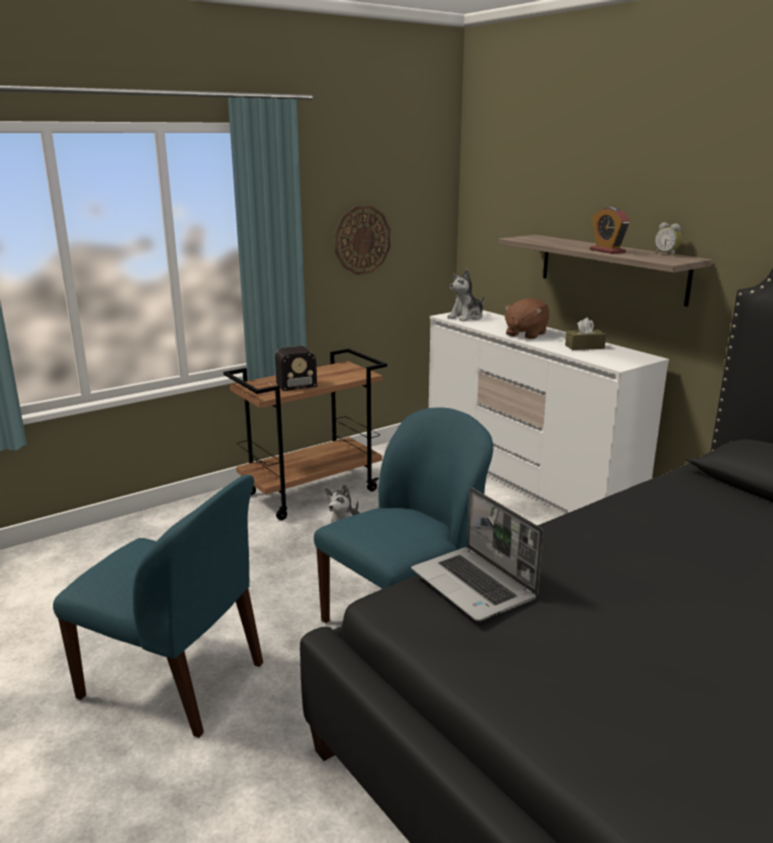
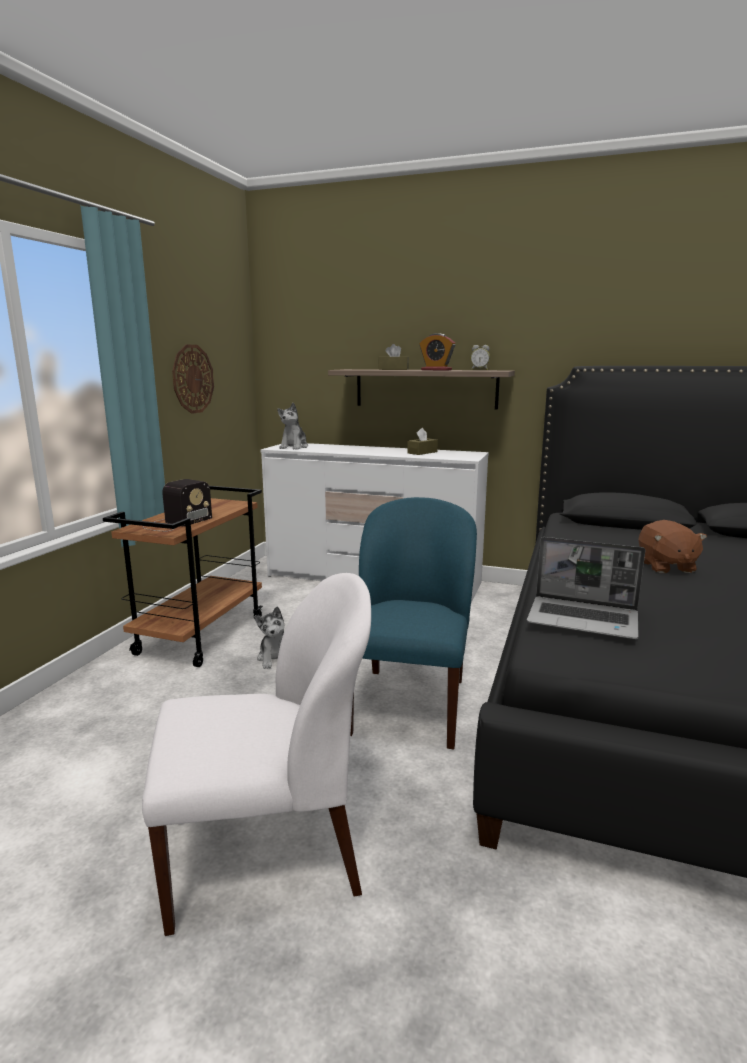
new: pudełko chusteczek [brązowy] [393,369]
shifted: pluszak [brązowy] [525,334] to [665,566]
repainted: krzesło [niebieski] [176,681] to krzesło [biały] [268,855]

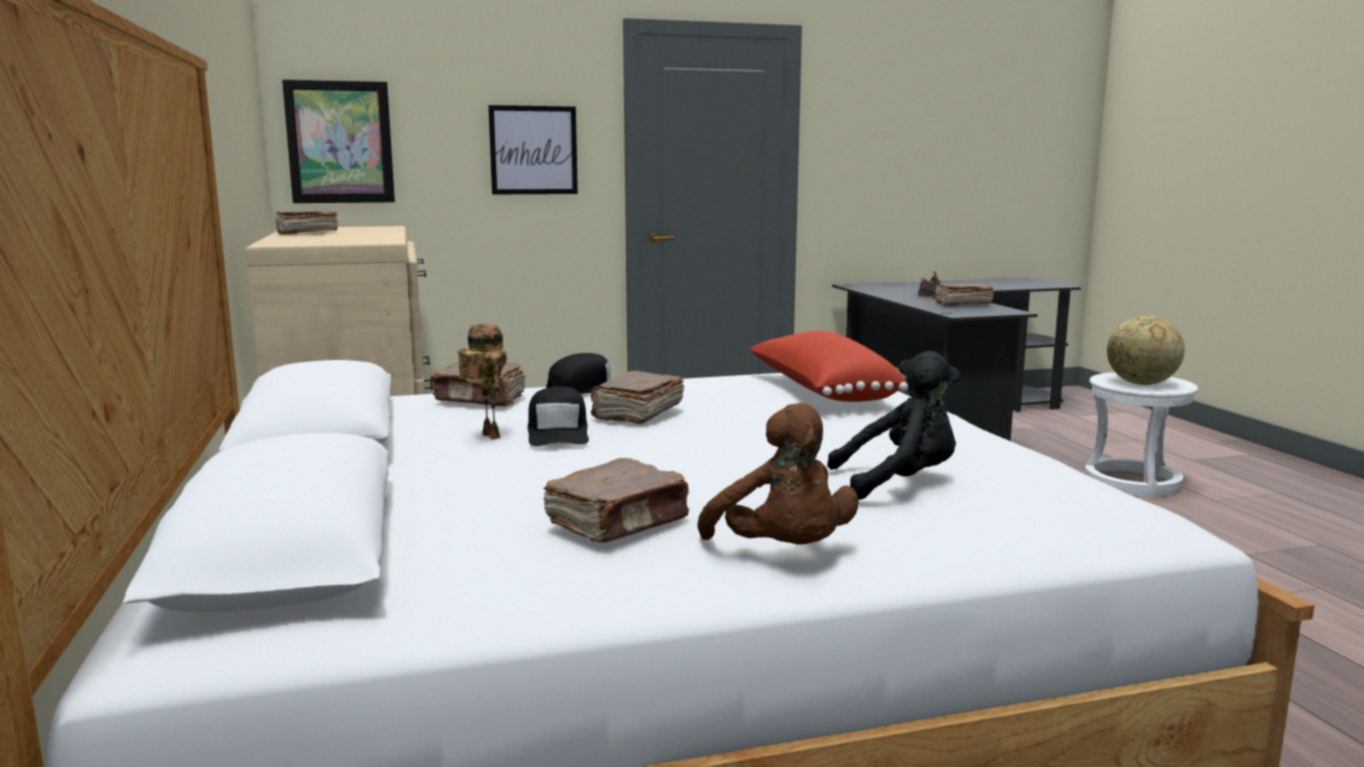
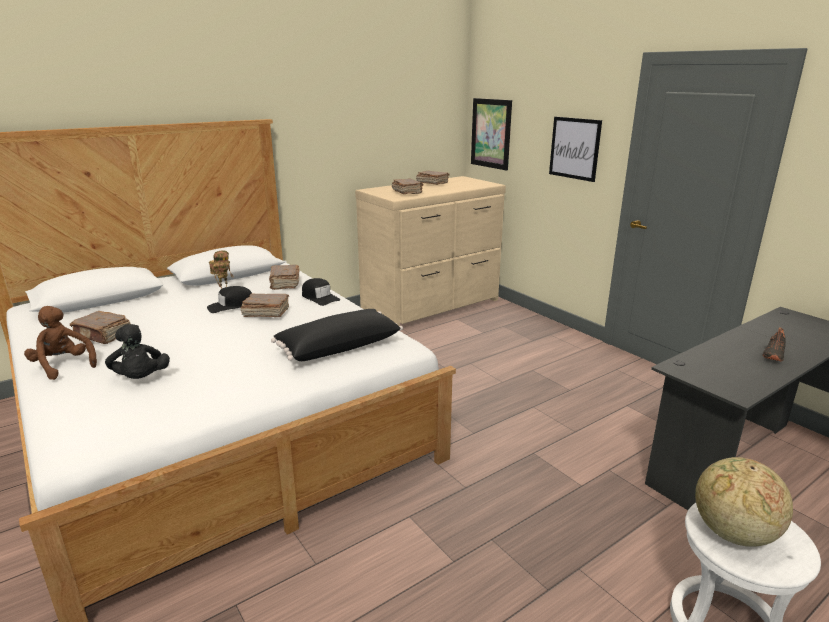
shifted: książka [brązowy] [962,304] to [407,192]
repainted: poduszka [czerwony] [821,392] to poduszka [czarny] [338,347]
rotated: pluszak [brązowy] [782,552] = [63,366] 90 degrees clockwise

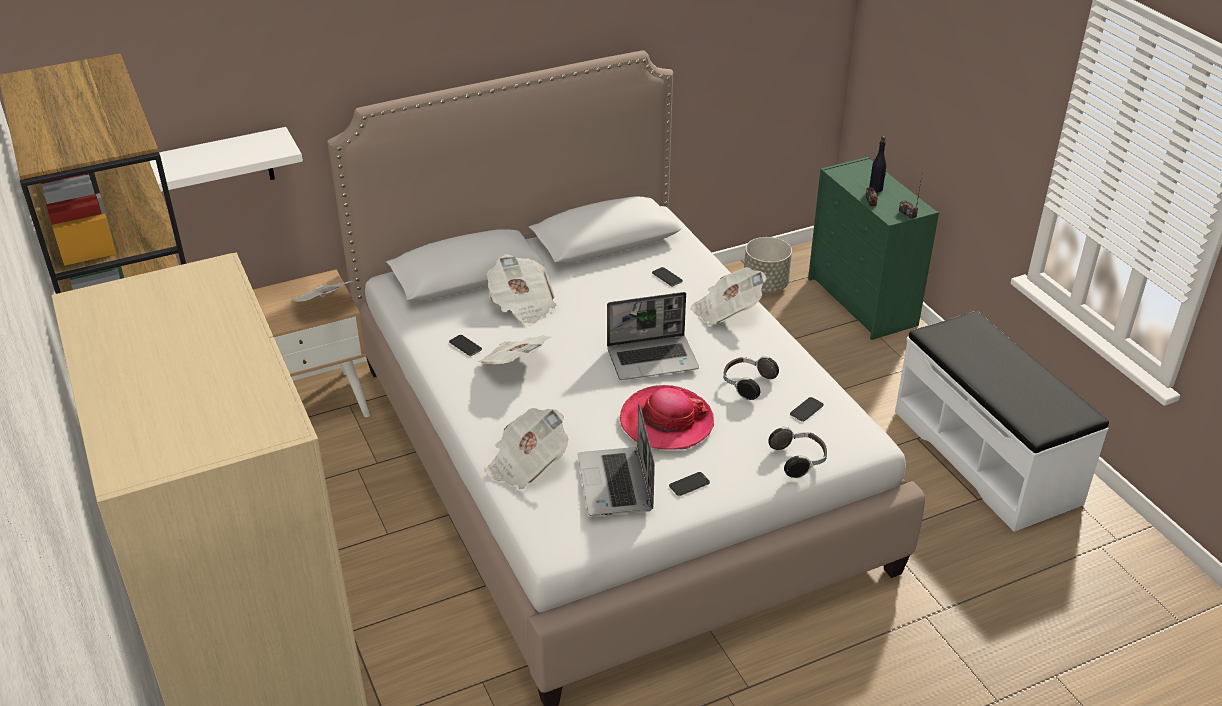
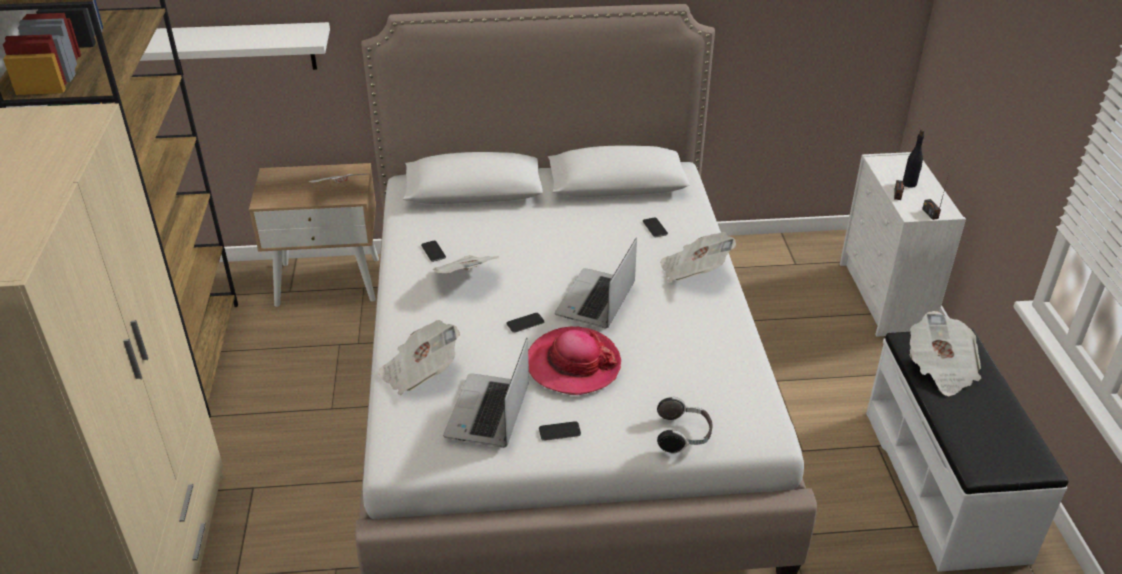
gone: donica [szary] [765,285]; słuchawki [747,384]
shifted: gazeta [522,305] to [940,369]; telefon [806,410] to [525,323]
repainted: komoda [zielony] [863,302] to komoda [biały] [885,298]
rotated: laptop [653,358] = [596,301] 105 degrees clockwise

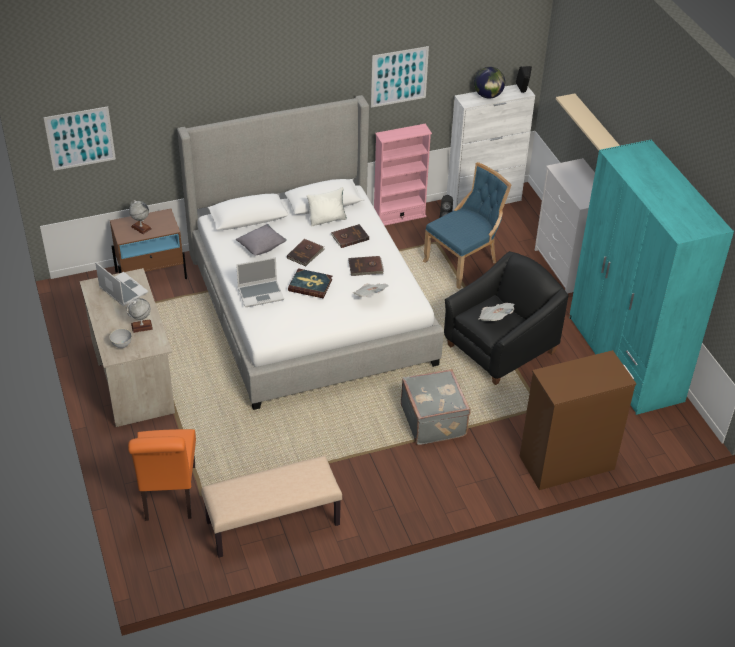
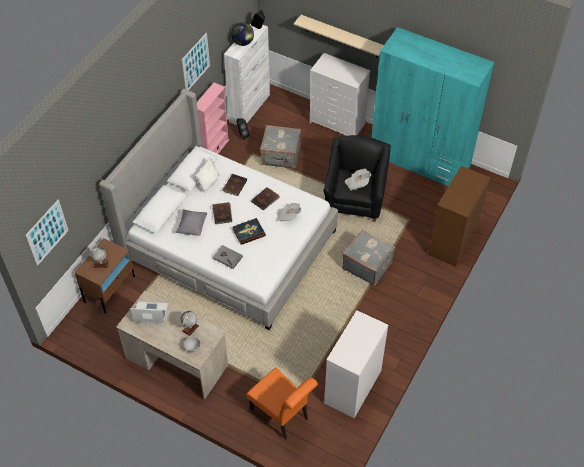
swapped: krzesło [niebieski] [464,262] to walizka [szary] [281,156]; laptop [261,293] to książka [szary] [228,257]; ławka [beżowy] [273,524] to komoda [biały] [352,387]

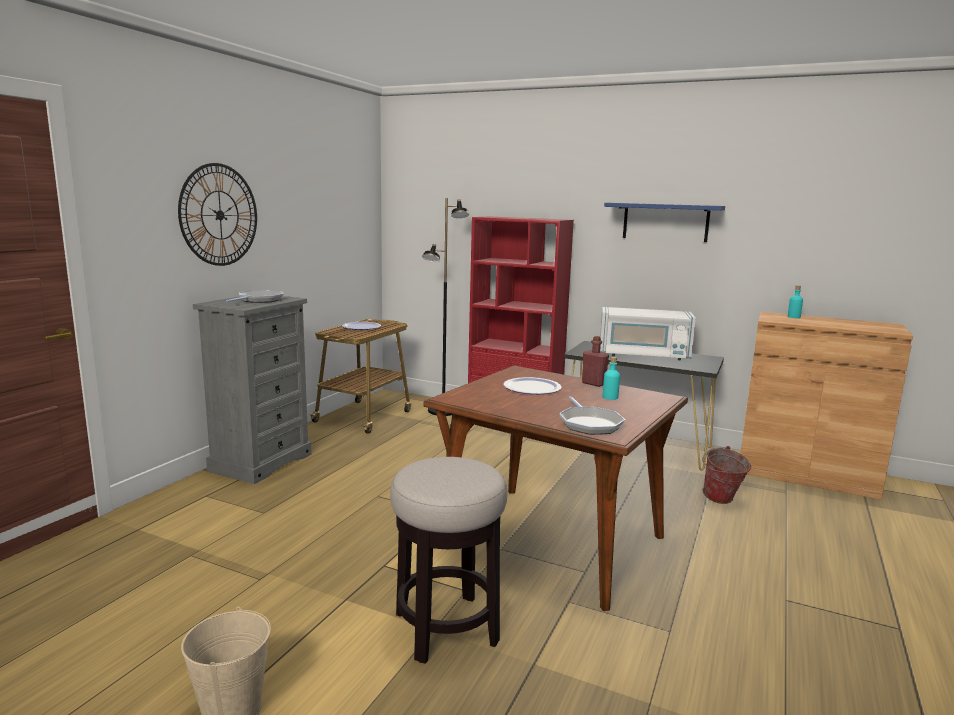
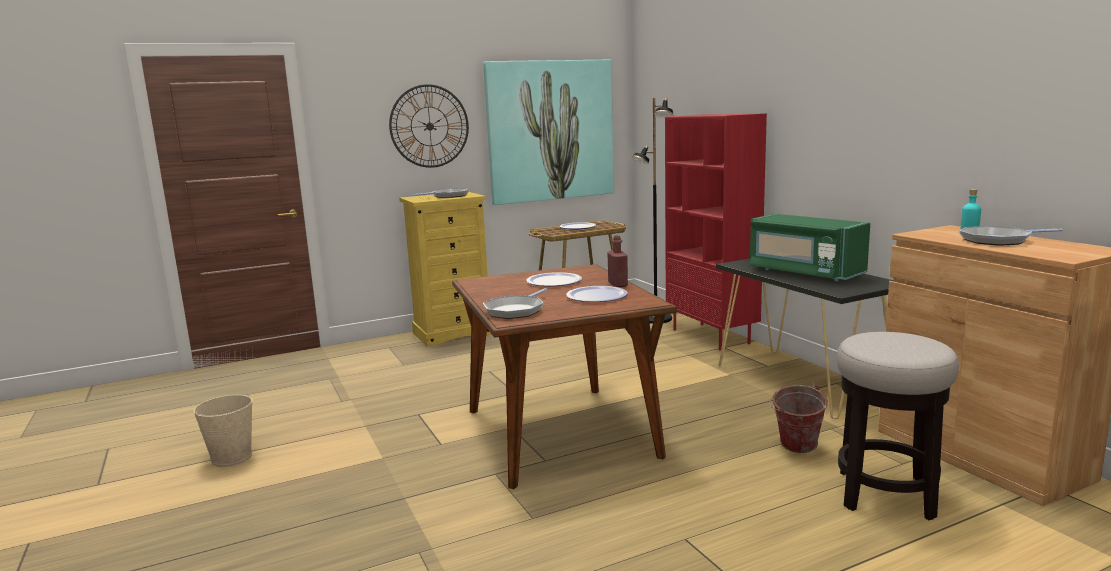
gone: półka [niebieski] [665,222]
new: obraz [550,131]; patelnia [998,240]
shifted: stołek [446,628] to [885,494]
swapped: butelka [turkusowy] [610,397] to talerz [597,296]
repainted: komoda [szary] [261,462] to komoda [żółty] [453,333]; mikrofalówka [biały] [643,355] to mikrofalówka [zielony] [804,273]

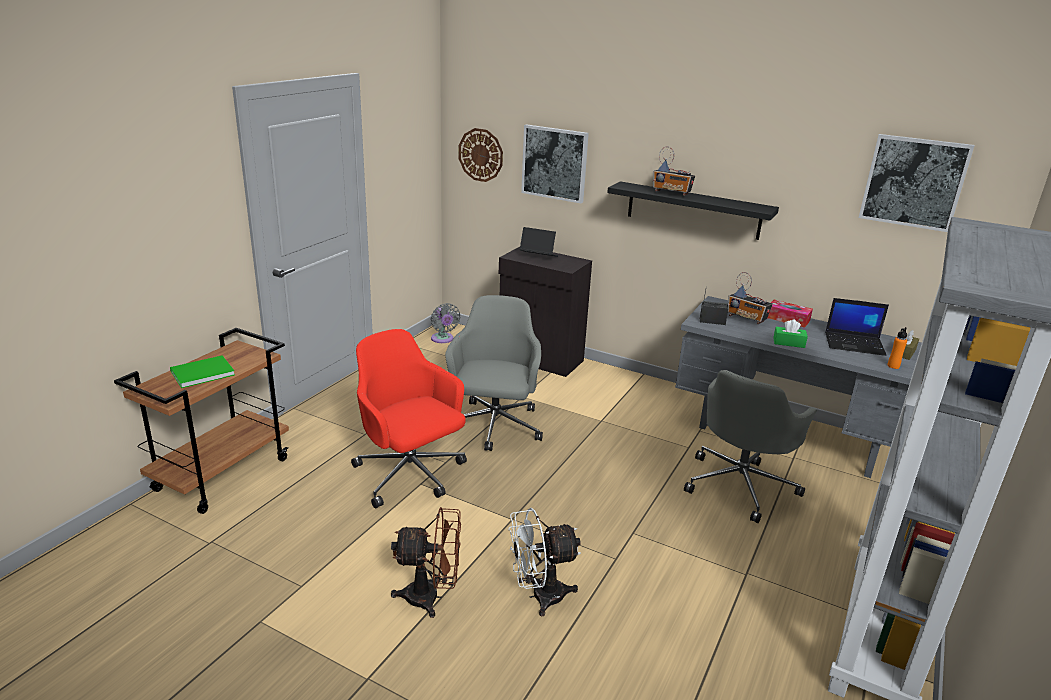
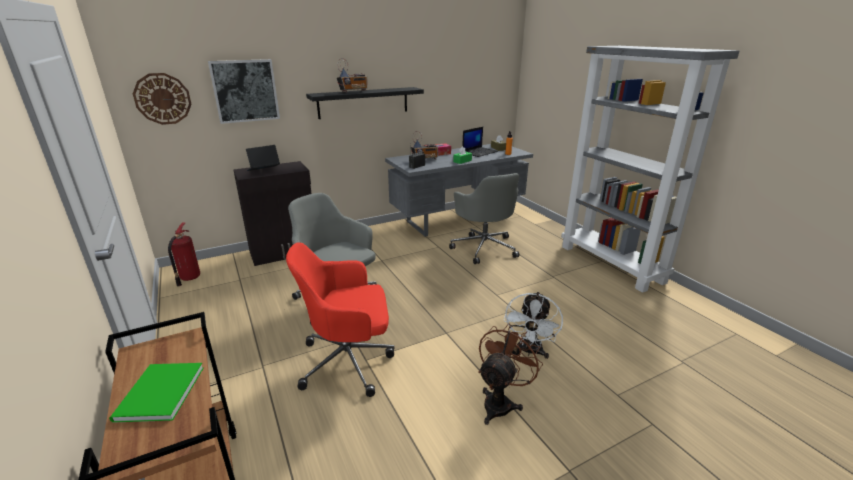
gone: obraz [914,182]
swapped: wentylator [szary] [443,339] to gaśnica [189,278]

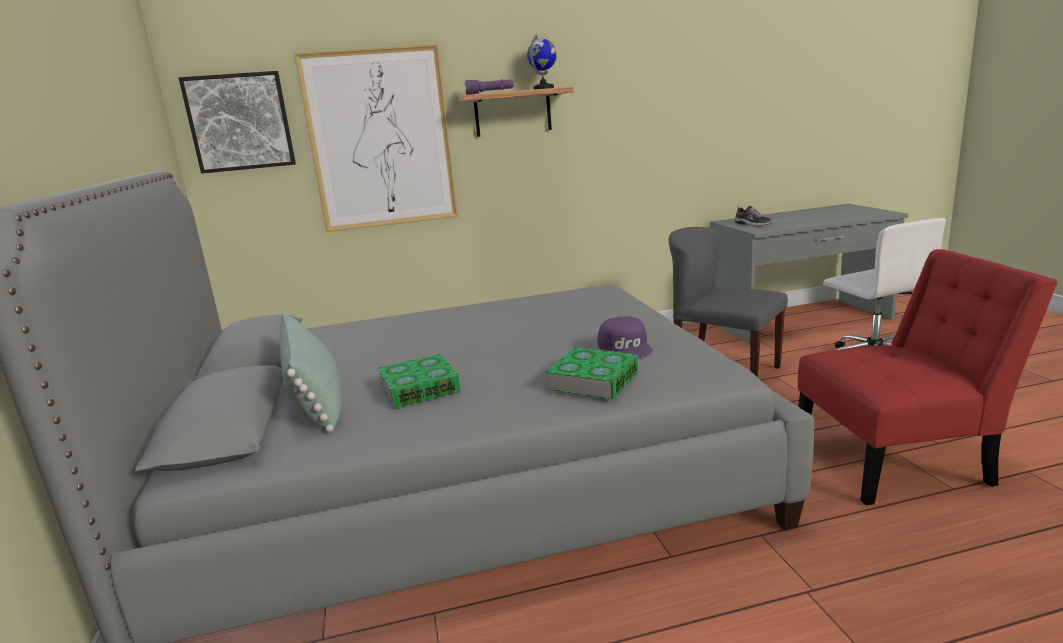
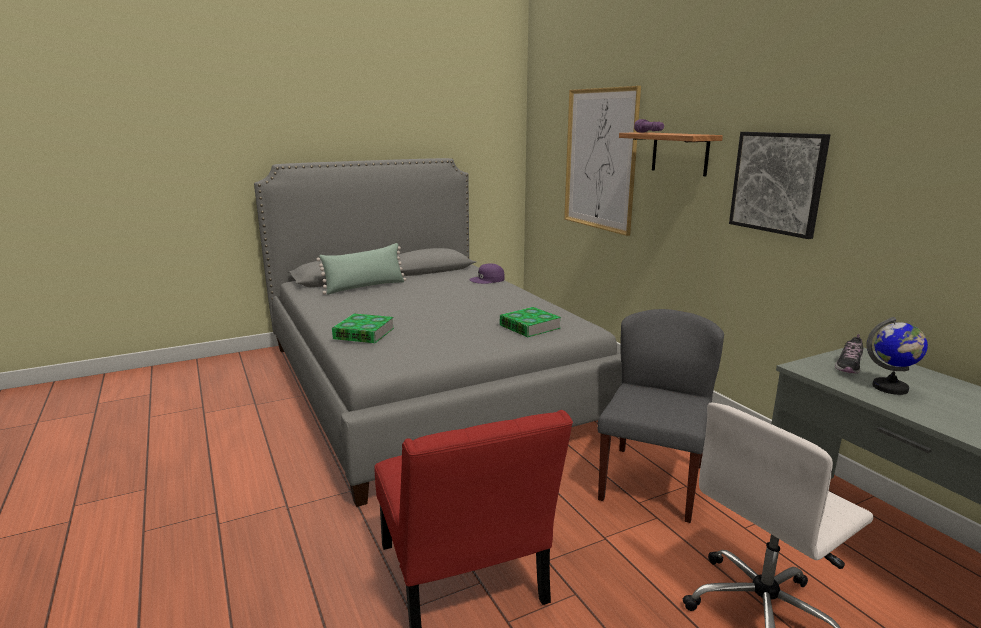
shifted: globus [544,88] to [890,388]; obraz [240,122] to [777,182]; czapka z daszkiem [fioletowy] [625,348] to [487,280]; książka [420,387] to [529,327]

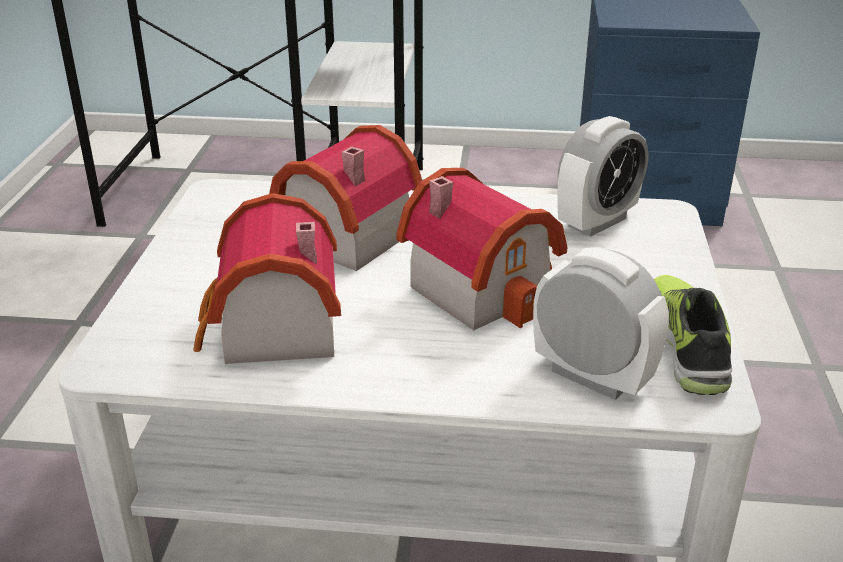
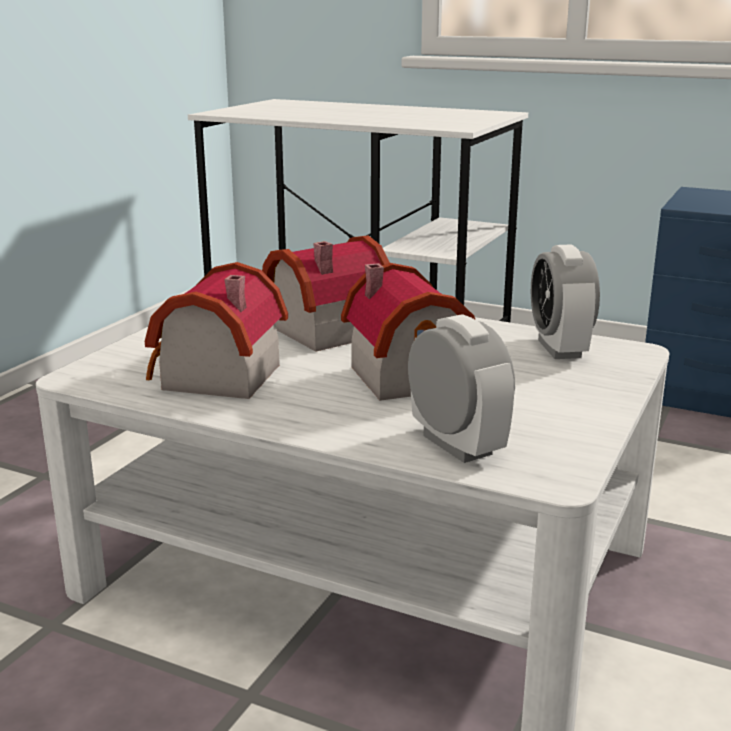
gone: but [687,345]
rotated: budzik [597,222] = [559,348] 105 degrees clockwise

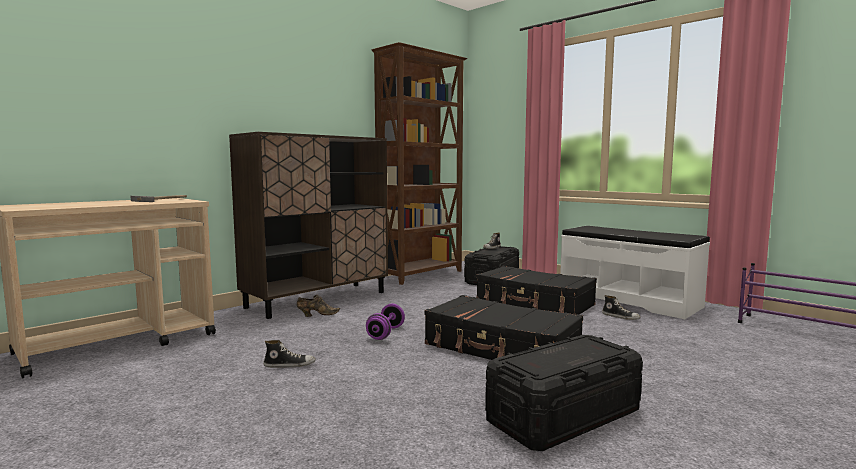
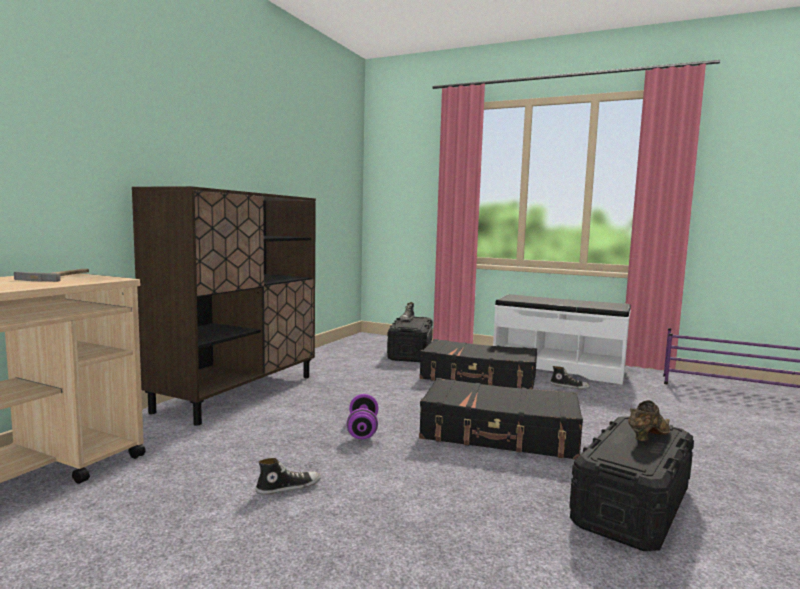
gone: regał [brązowy] [422,275]
shifted: but [brązowy] [317,315] to [647,436]

